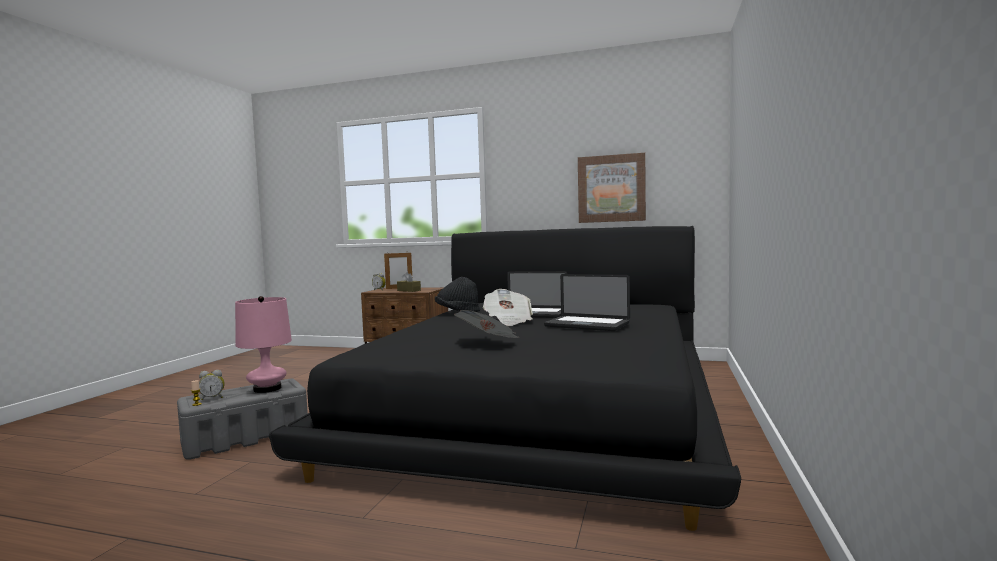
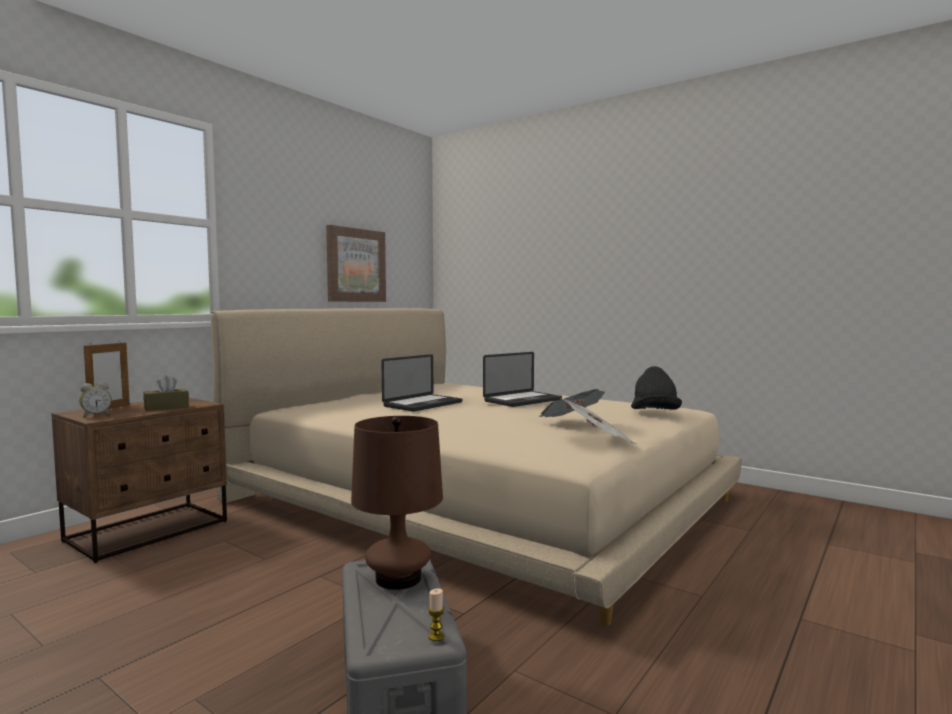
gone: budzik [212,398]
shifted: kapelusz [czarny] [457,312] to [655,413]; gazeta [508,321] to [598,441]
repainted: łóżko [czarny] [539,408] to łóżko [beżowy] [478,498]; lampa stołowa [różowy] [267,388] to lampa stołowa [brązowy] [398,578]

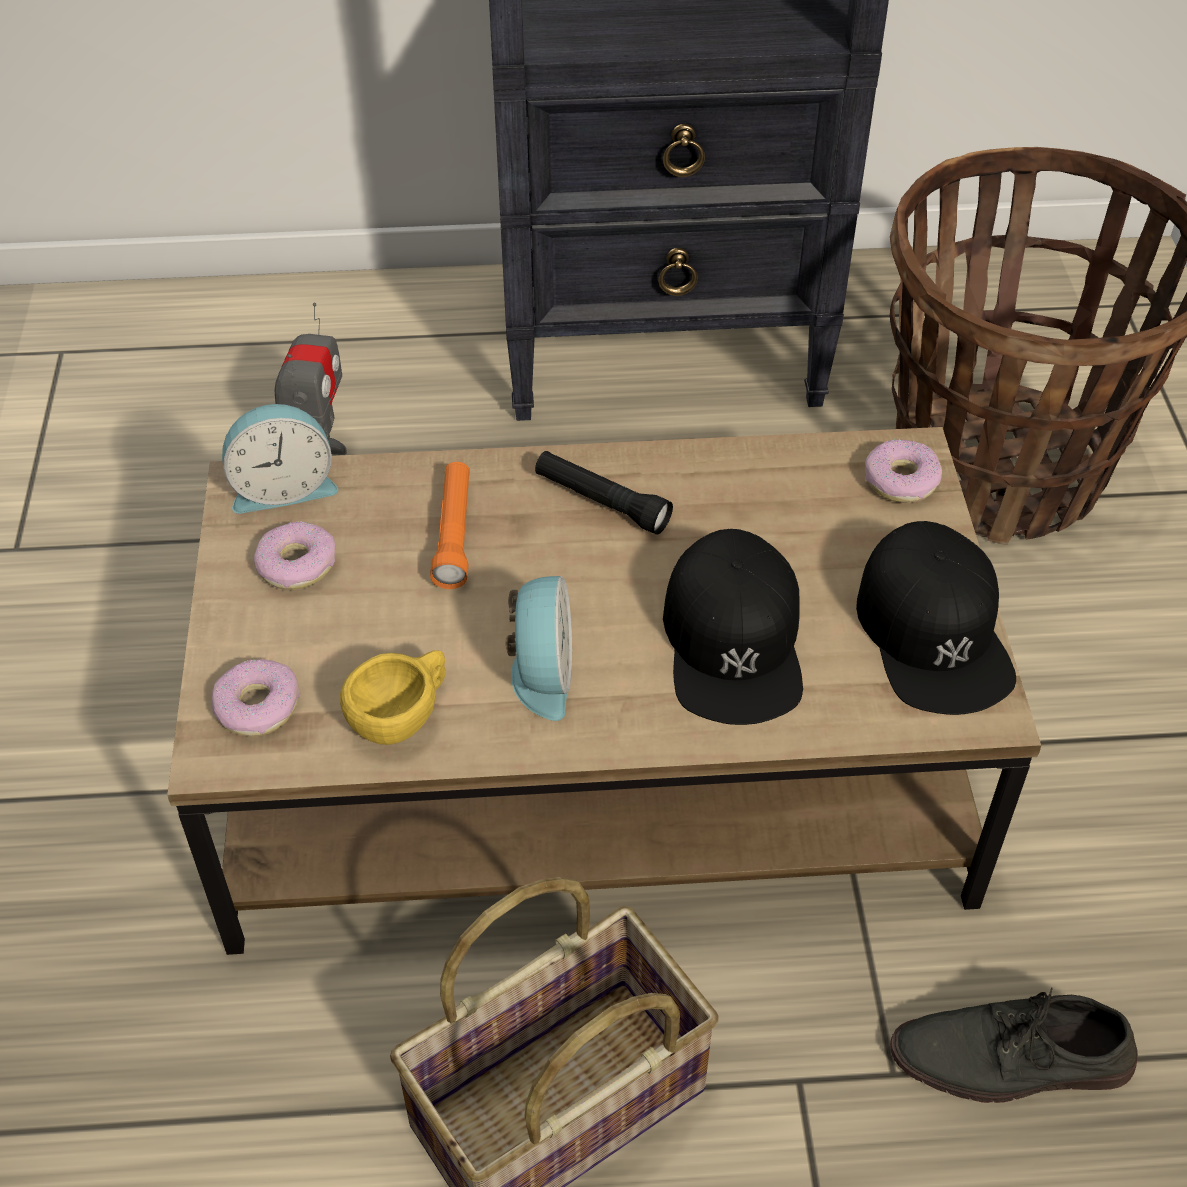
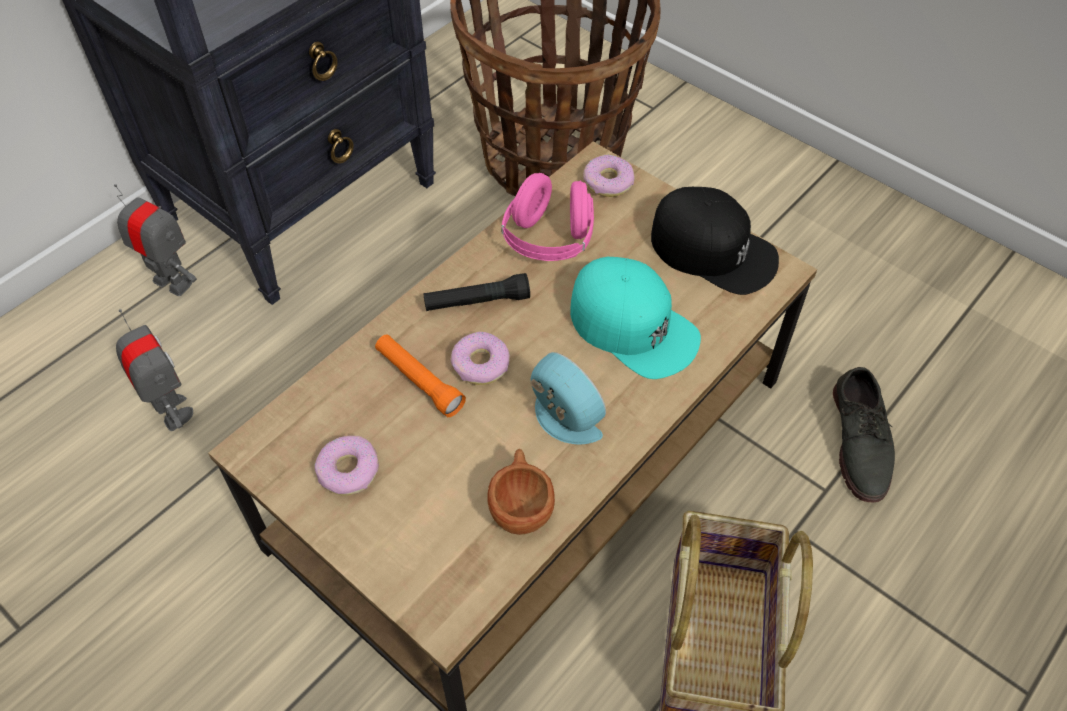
gone: budzik [283,488]
new: słuchawki [różowy] [549,240]; robot zabawkowy [173,282]
shifted: donut [257,707] to [480,365]
repainted: czapka z daszkiem [czarny] [734,642] to czapka z daszkiem [turkusowy] [633,325]; filiżanka [żółty] [403,716] to filiżanka [brązowy] [520,504]
rotated: but [szary] [1011,1060] = [860,440] 45 degrees counterclockwise

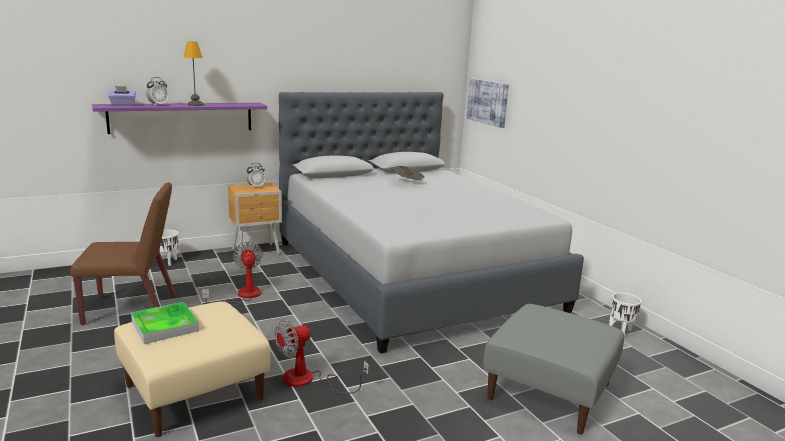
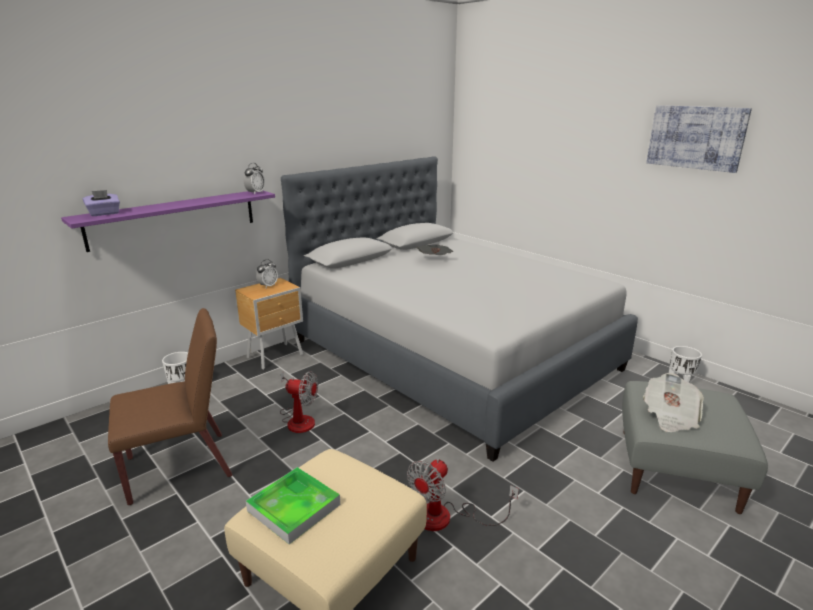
gone: lampa stołowa [195,105]
new: gazeta [670,416]
shifted: budzik [158,105] to [255,193]; obraz [488,102] to [696,137]
rotated: wentylator [242,296] = [298,419] 135 degrees clockwise

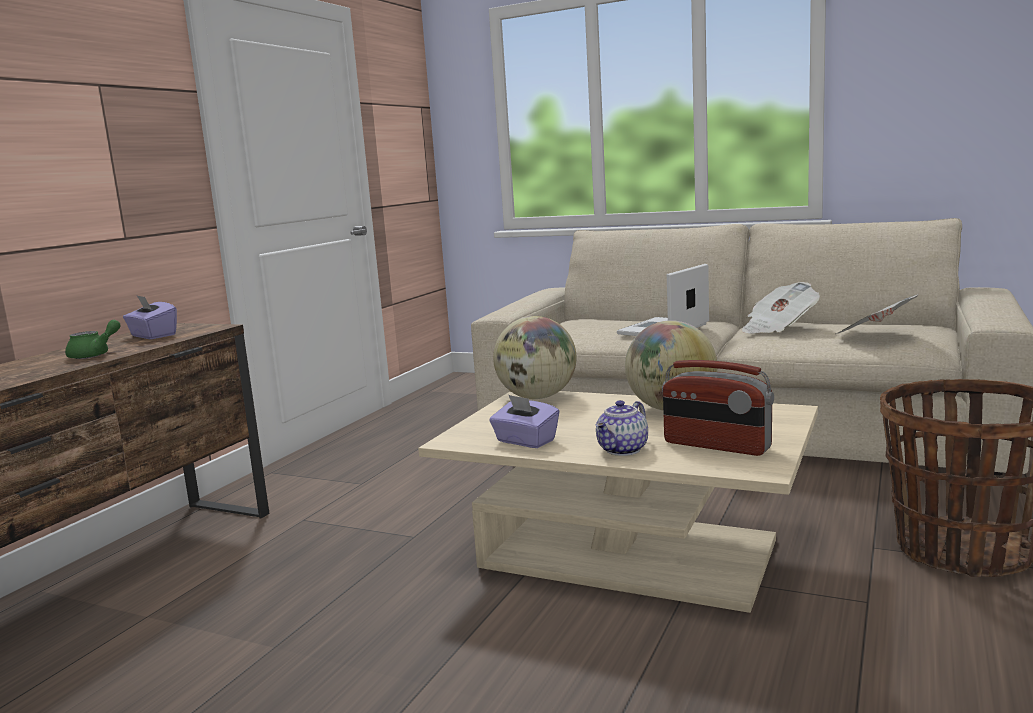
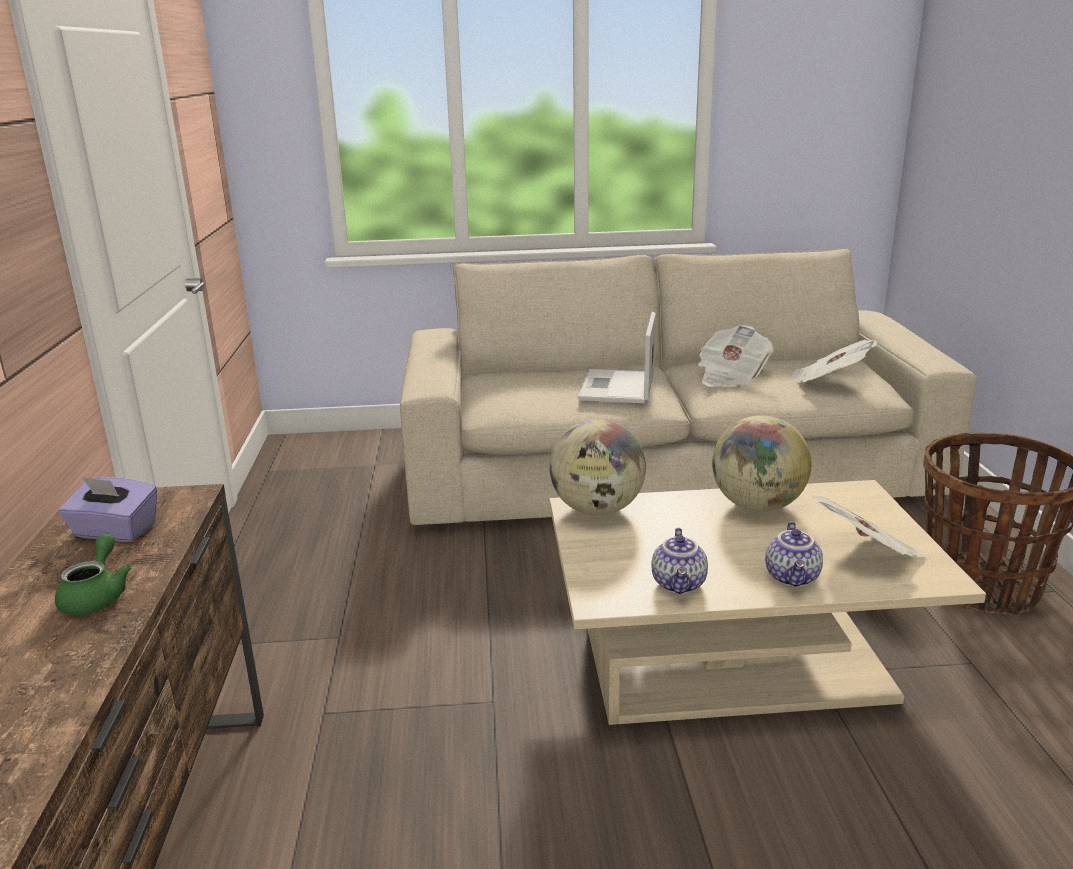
swapped: radio [716,446] to gazeta [865,554]; pudełko chusteczek [fioletowy] [525,441] to imbryk [680,584]

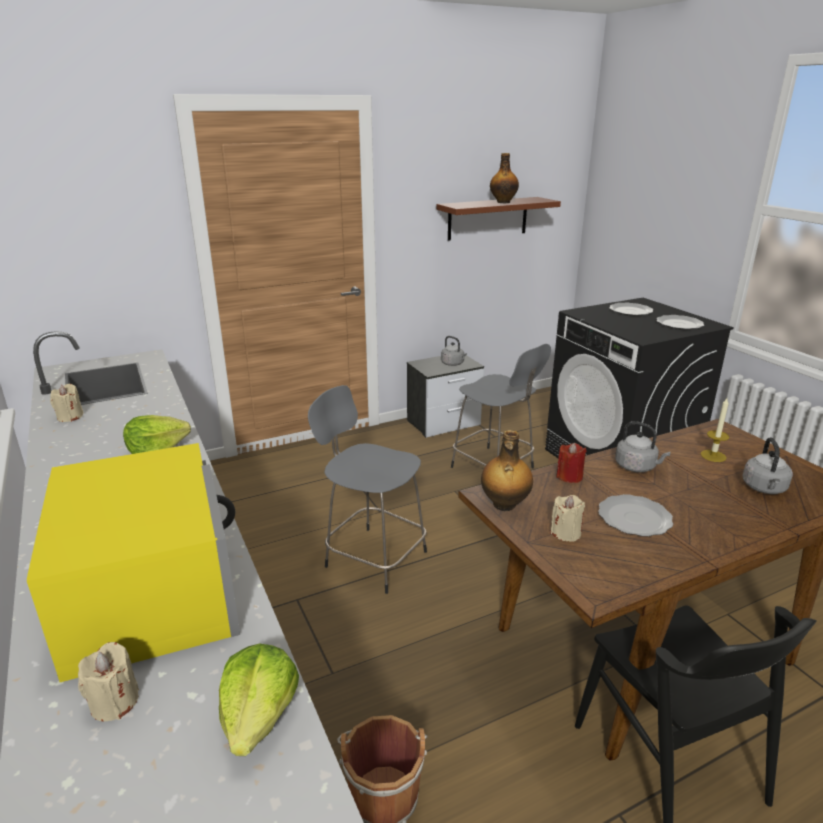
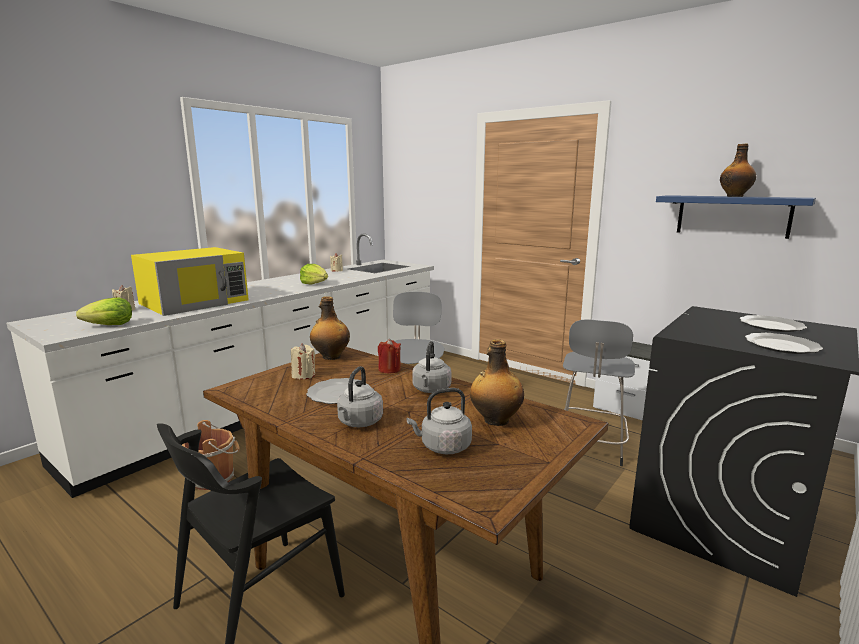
shifted: czajnik [szary] [453,364] to [359,422]
swapped: świeca [713,456] to butelka [495,420]
repainted: półka [brązowy] [487,218] to półka [niebieski] [732,216]

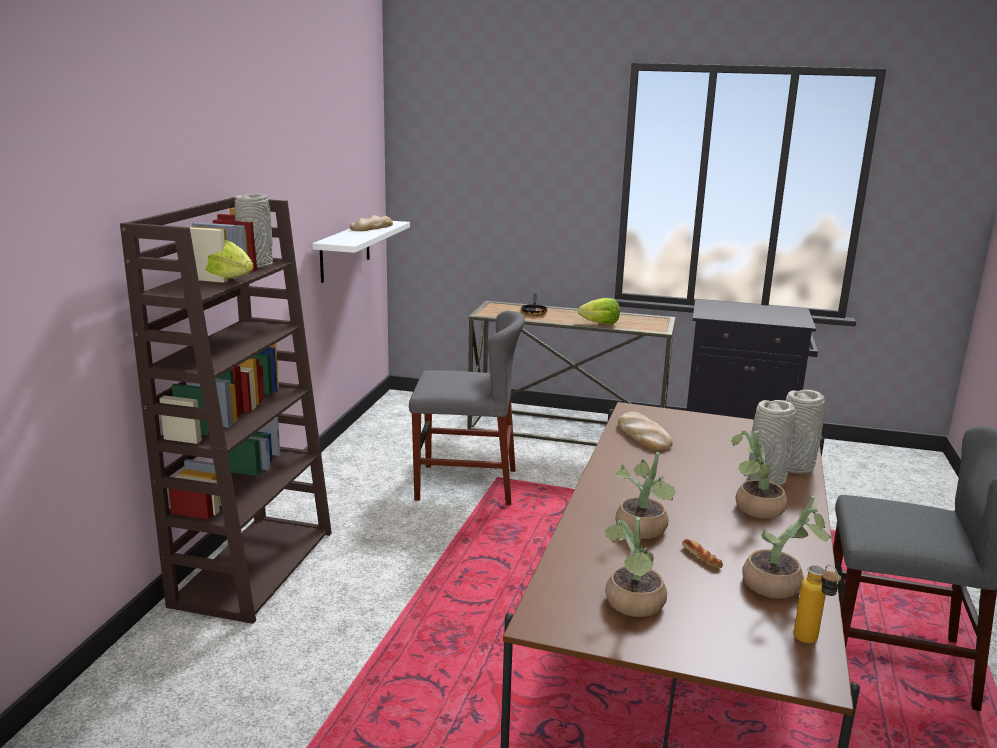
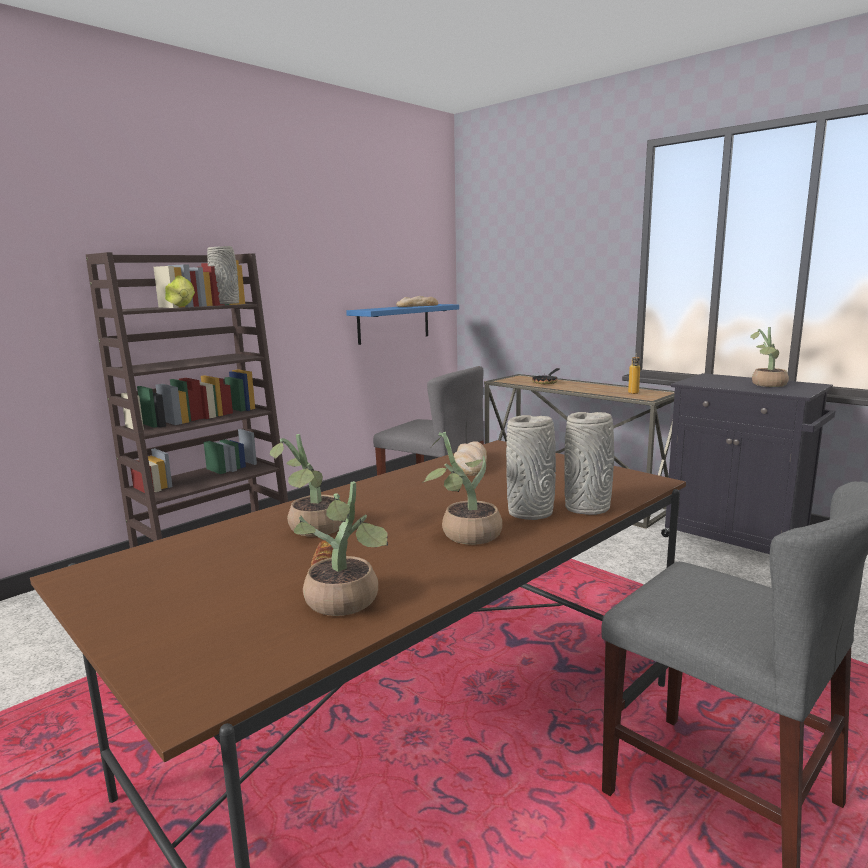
gone: sałata [600,323]
shifted: roślina doniczkowa [632,606] to [766,385]; butelka [811,643] to [633,393]
repainted: półka [biały] [345,250] to półka [niebieski] [394,323]

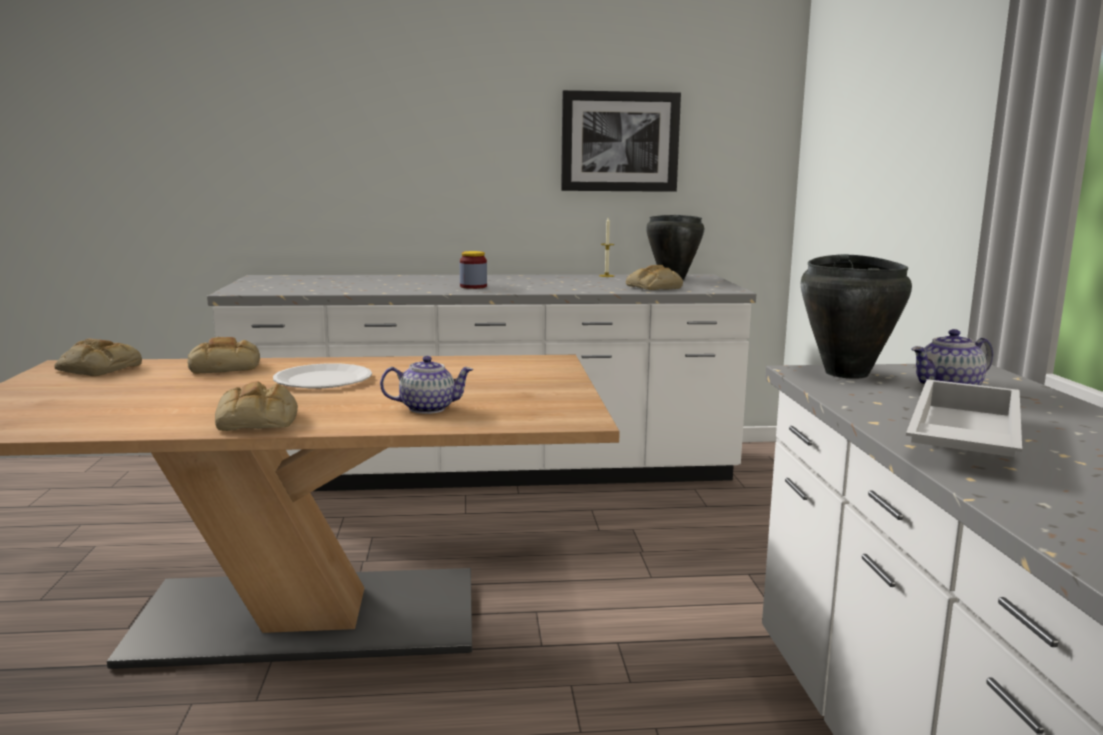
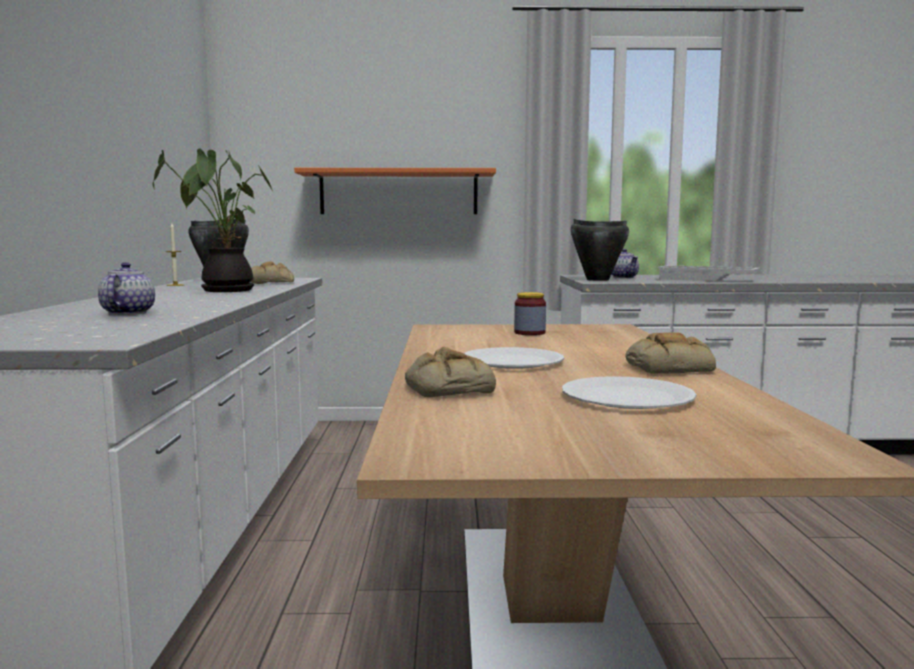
gone: obraz [620,142]; chleb [97,368]
new: roślina doniczkowa [224,290]; półka [pomarańczowy] [398,193]; talerz [biały] [627,397]
shifted: słoik [473,286] to [529,333]; imbryk [428,408] to [127,313]

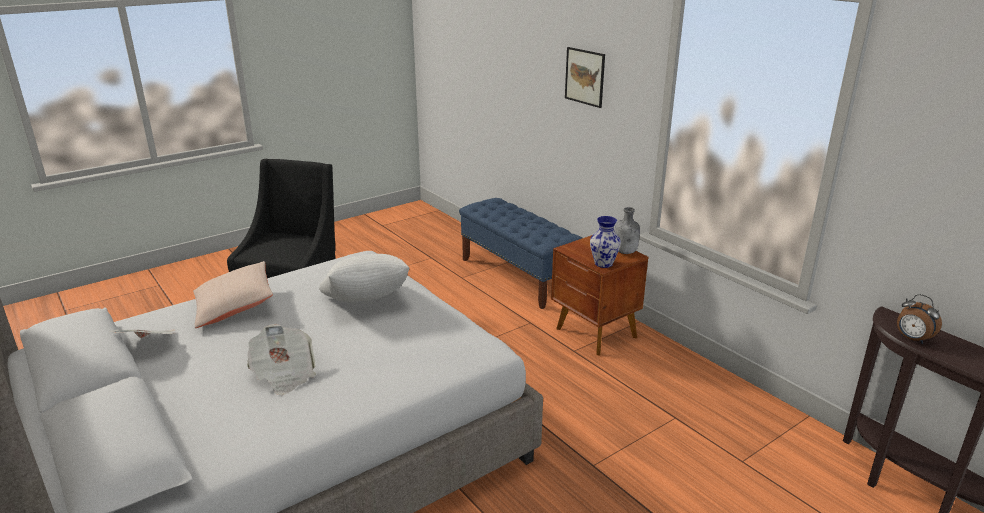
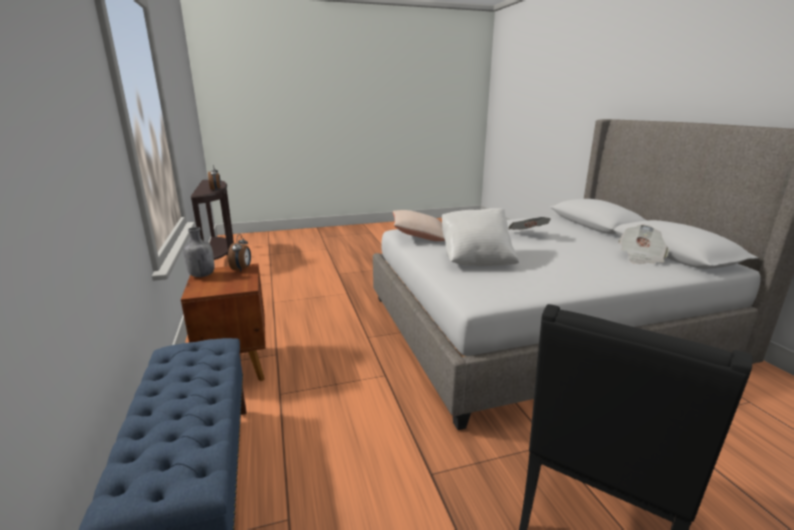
gone: obraz [585,77]
shifted: poduszka [beżowy] [234,307] to [419,236]
swapped: wazon [604,264] to budzik [242,269]

